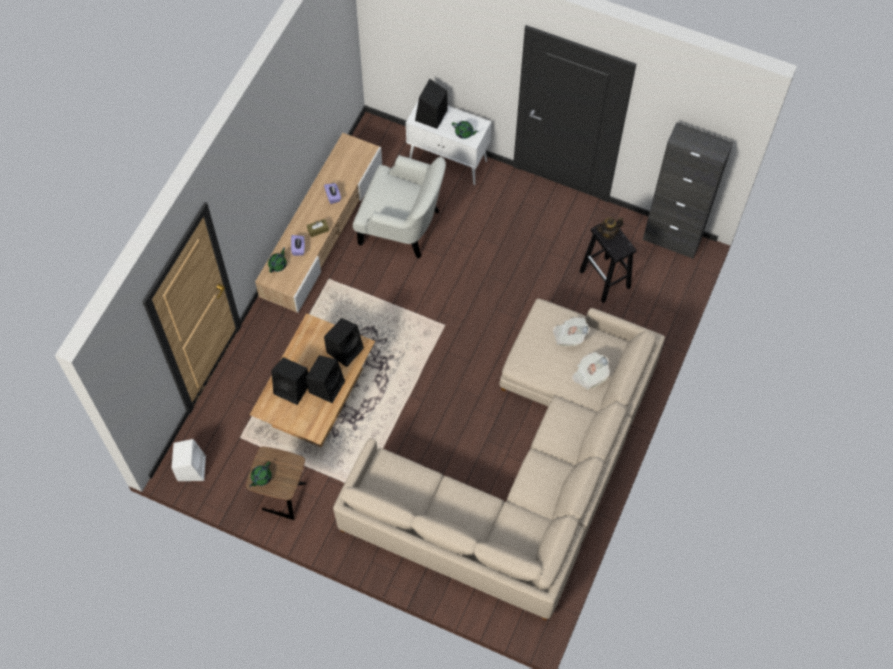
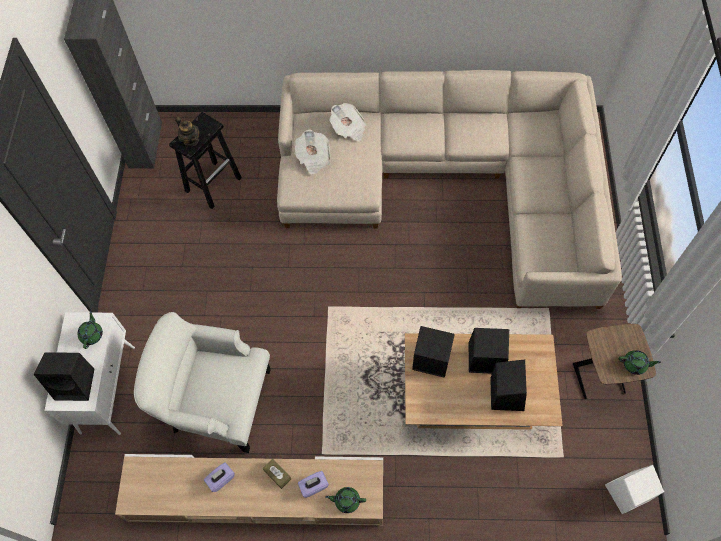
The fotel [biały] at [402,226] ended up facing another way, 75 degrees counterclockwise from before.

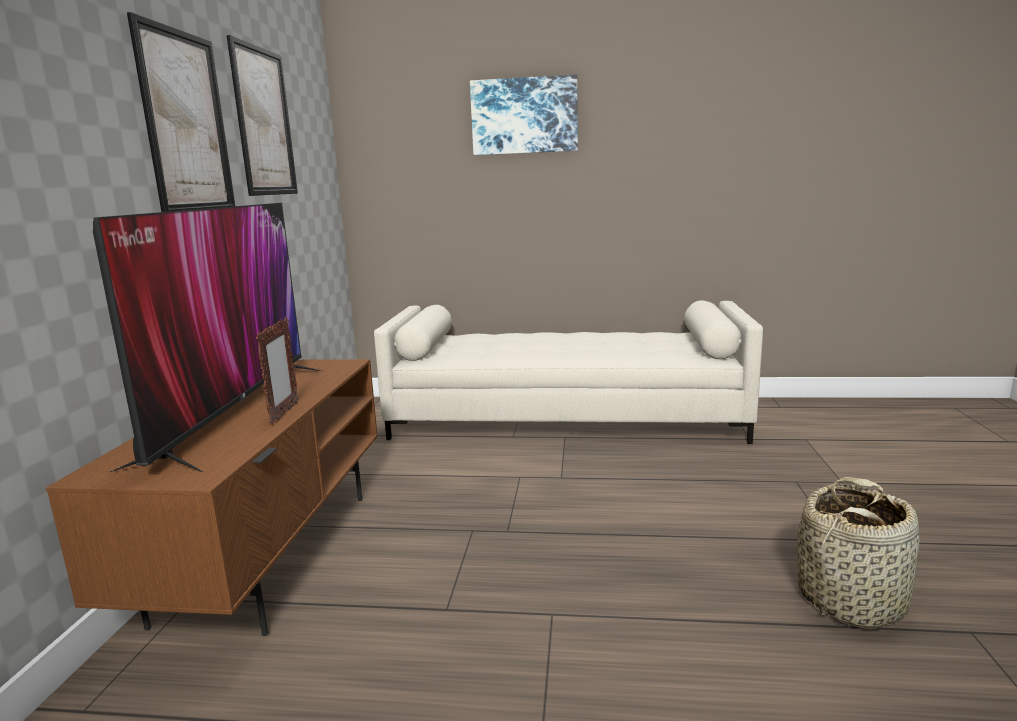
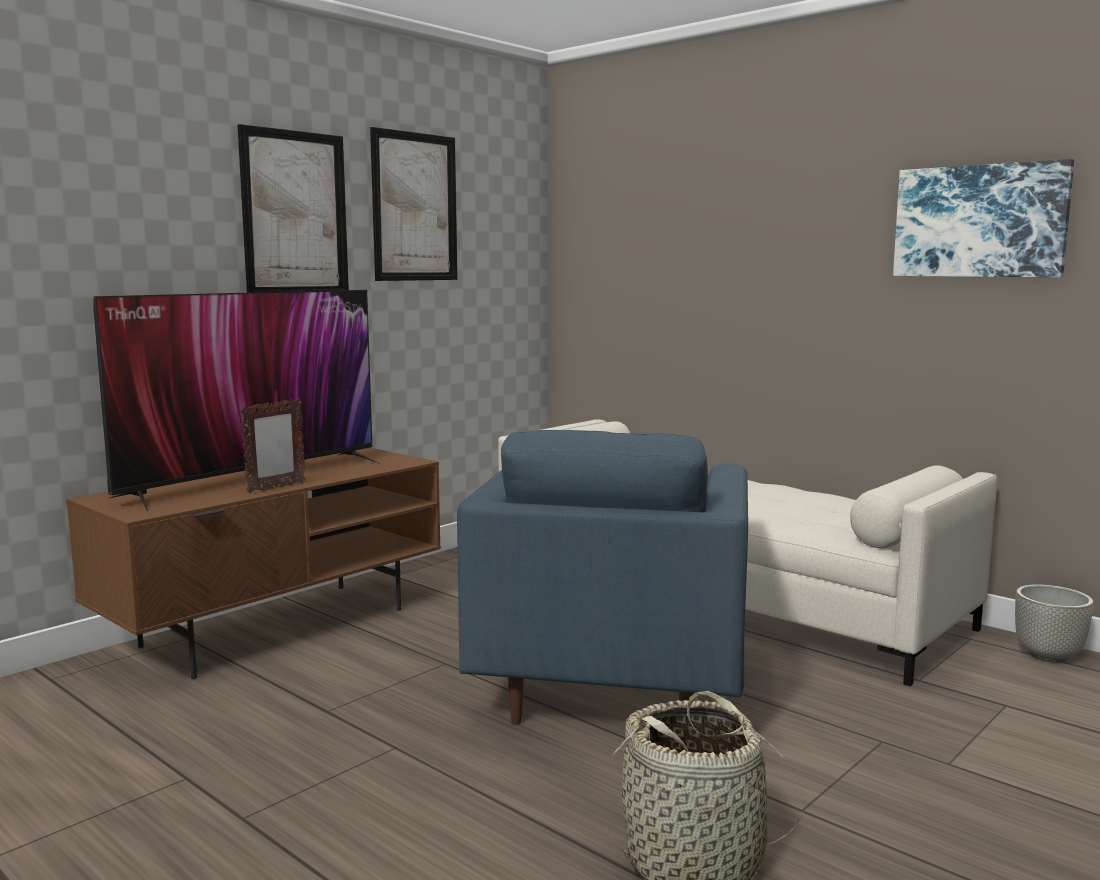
The second view gained the fotel [niebieski] at [612,686].
The second view gained the donica [szary] at [1049,656].
The obraz ended up elsewhere, having gone from [524,116] to [980,221].

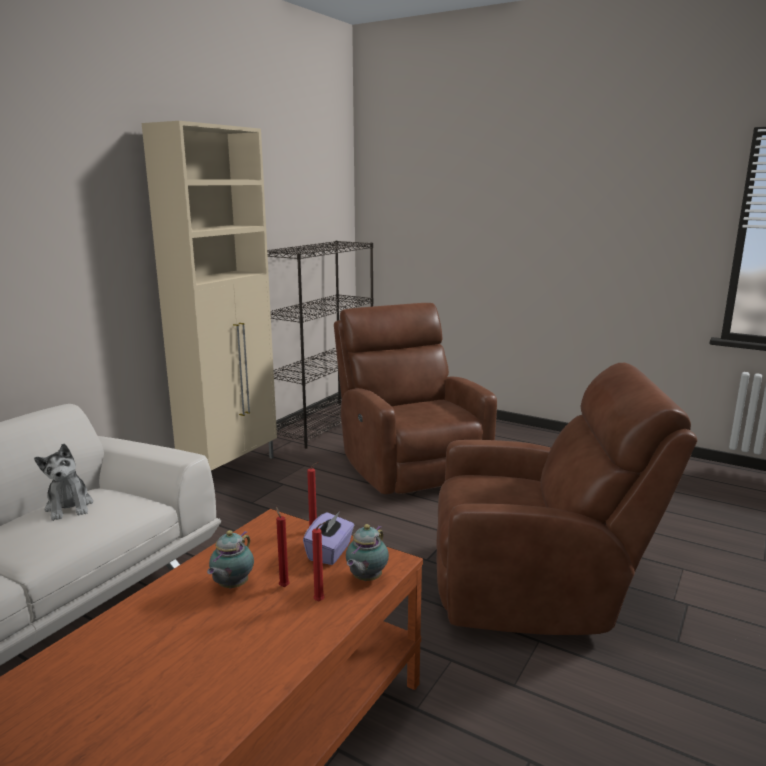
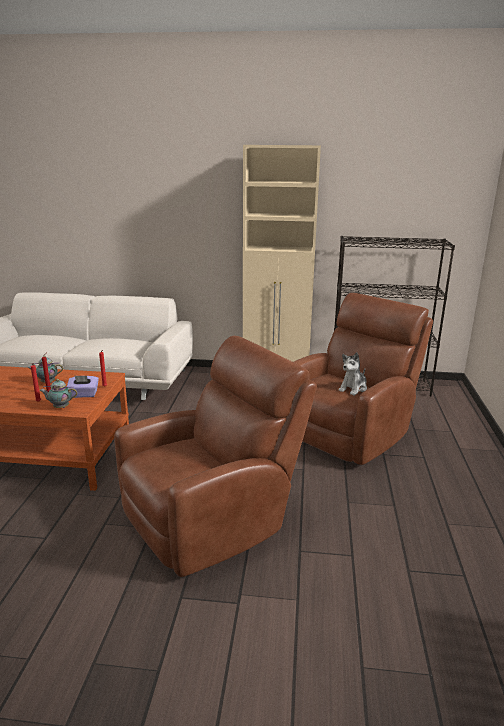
The pluszak ended up elsewhere, having gone from [69,507] to [353,388].
The fotel [brązowy] at [537,589] ended up facing another way, 105 degrees counterclockwise from before.

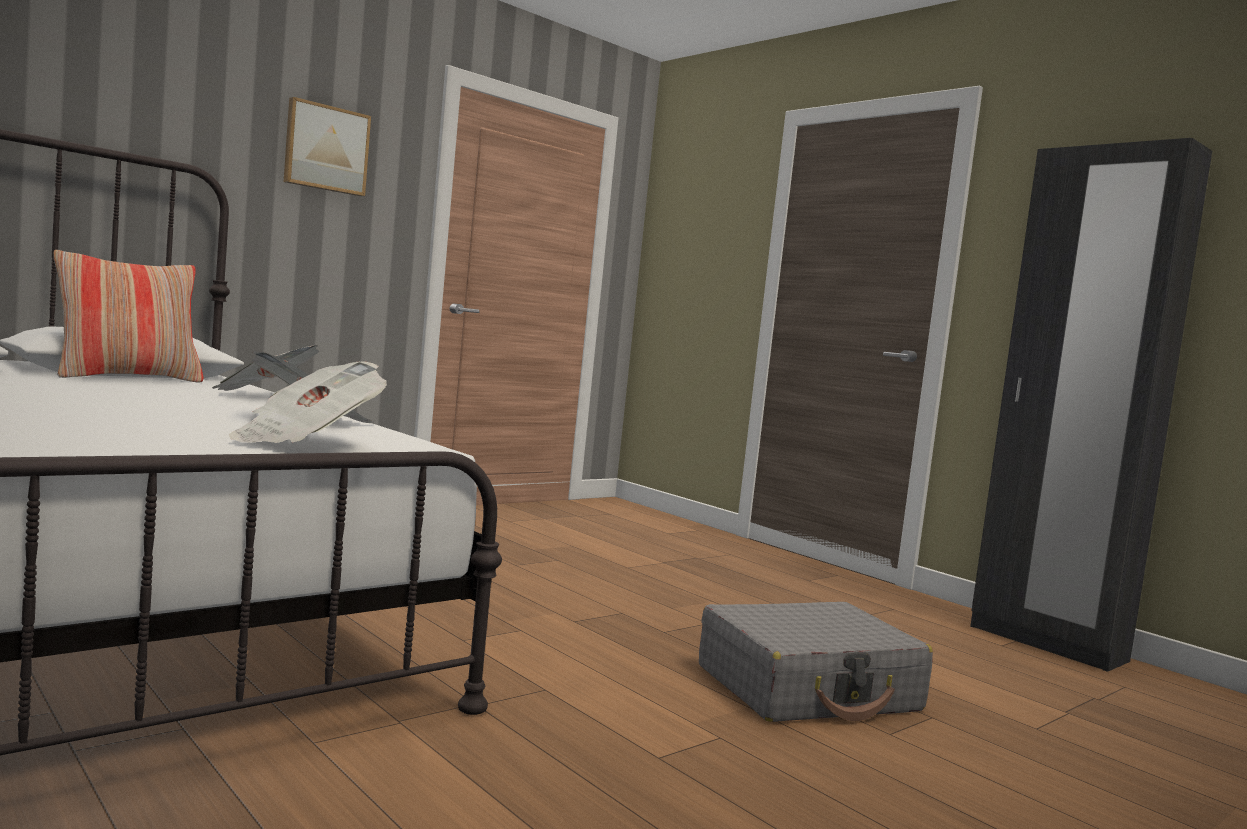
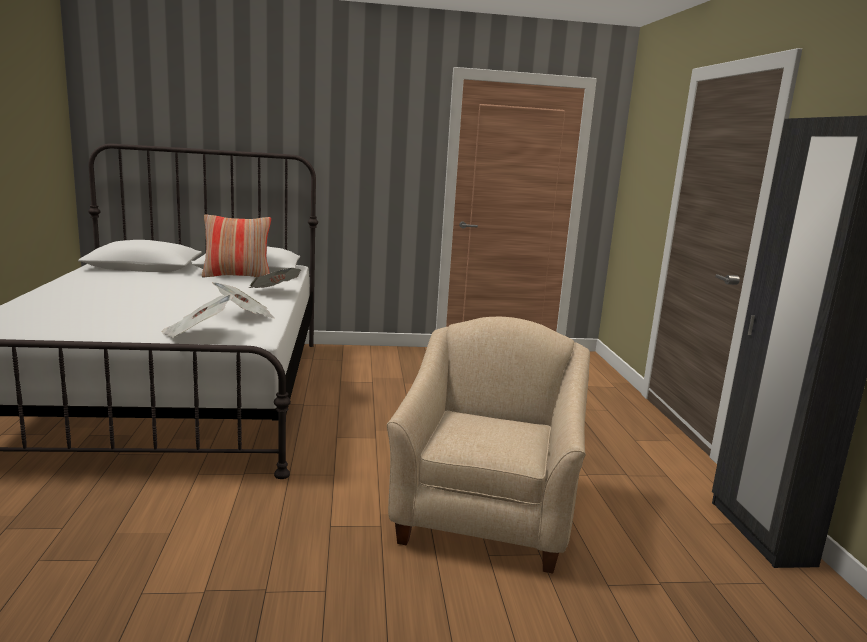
The second view lost the obraz at [326,148].
Where the walizka [szary] stood at [808,689], the fotel [beżowy] came to stand at [486,514].

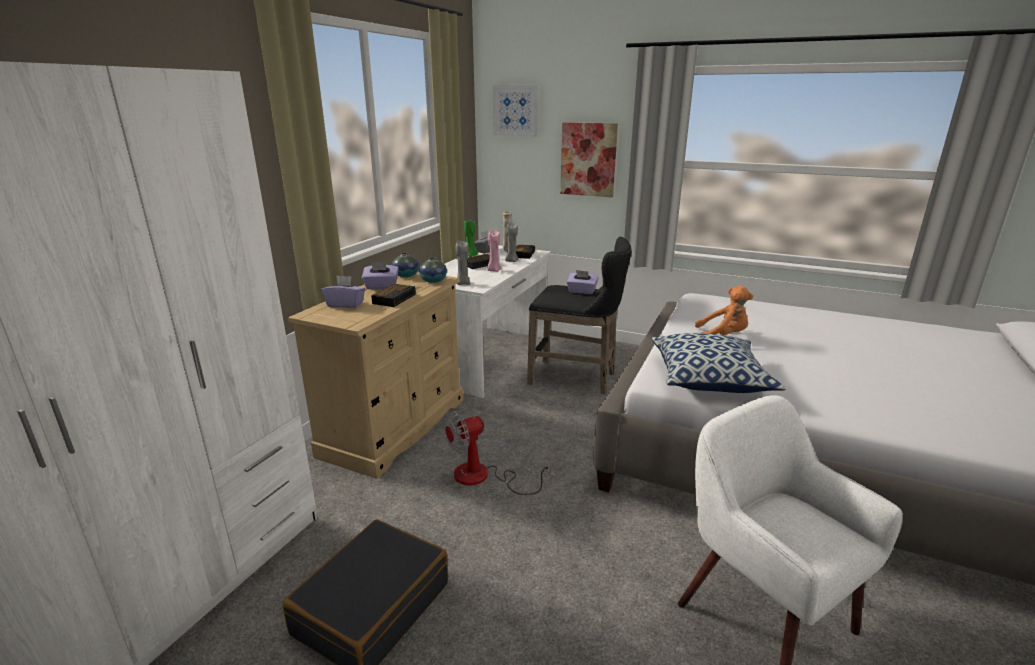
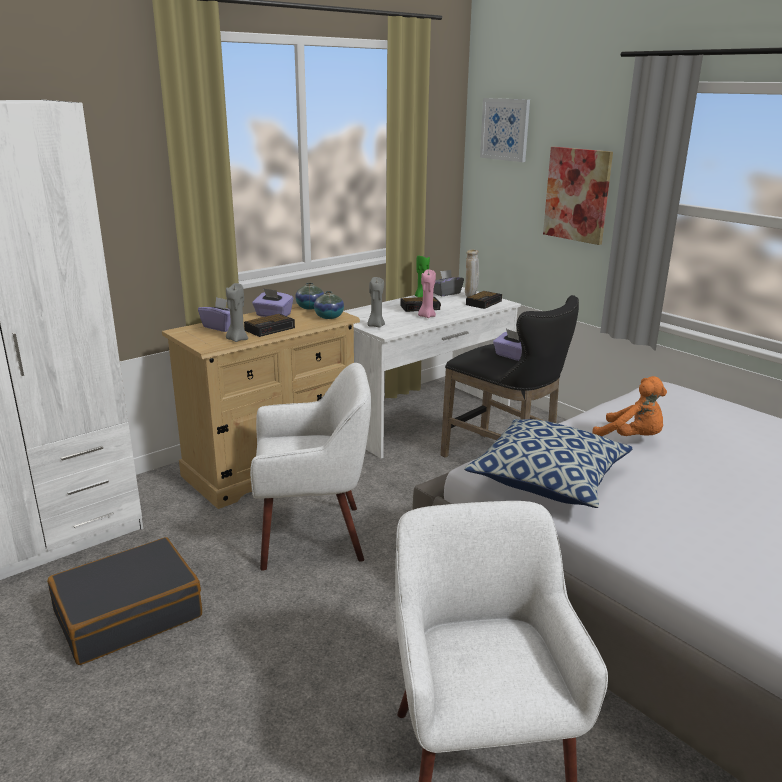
The świeca [szary] ended up elsewhere, having gone from [511,261] to [237,339].
Where the wentylator stood at [483,477], the fotel [biały] came to stand at [313,535].

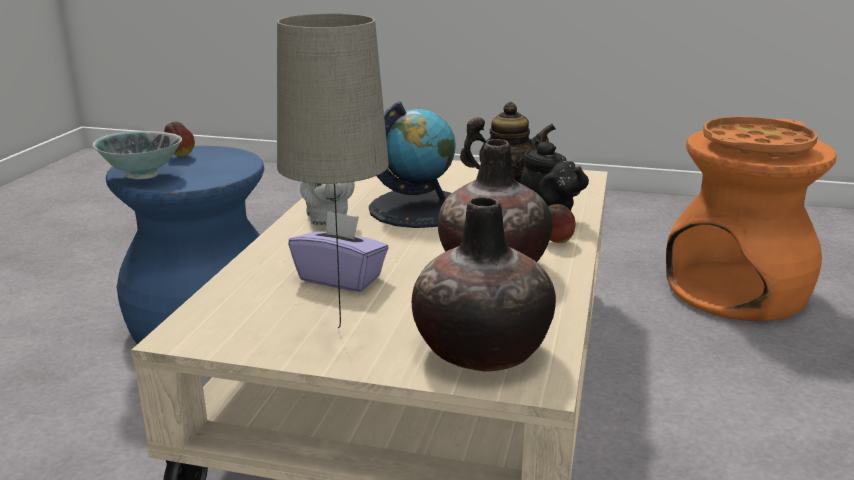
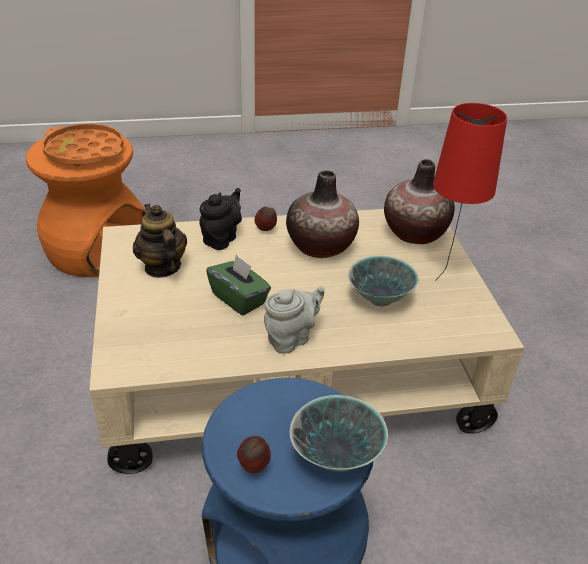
Where the pudełko chusteczek [fioletowy] stood at [341,278], the miska came to stand at [380,298].
Where the globus stood at [418,208], the pudełko chusteczek [zielony] came to stand at [239,299].
What was the lampa stołowa [beżowy] at [342,340] turned into the lampa stołowa [czerwony] at [445,275].

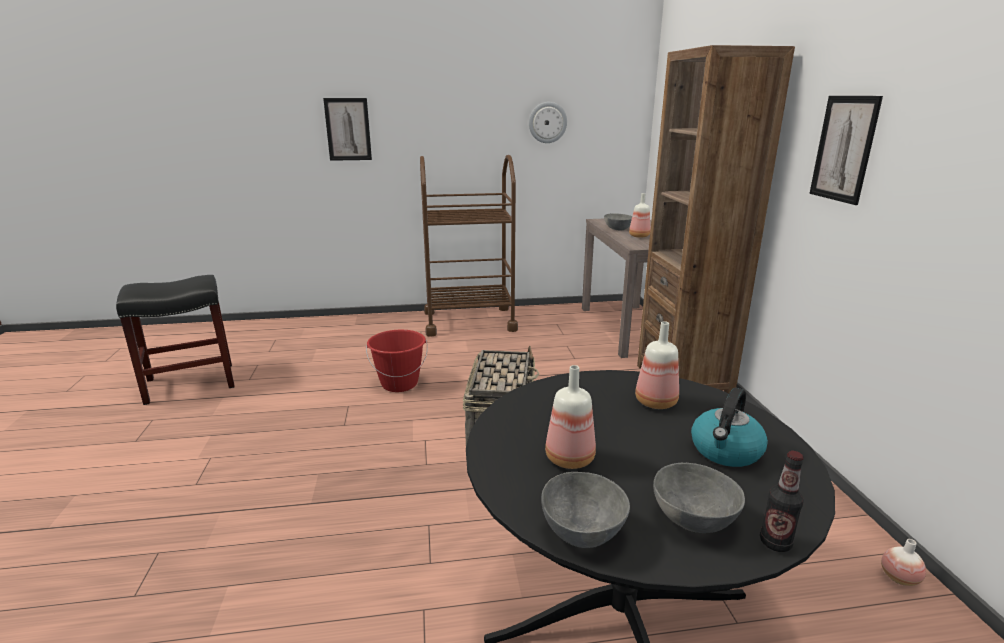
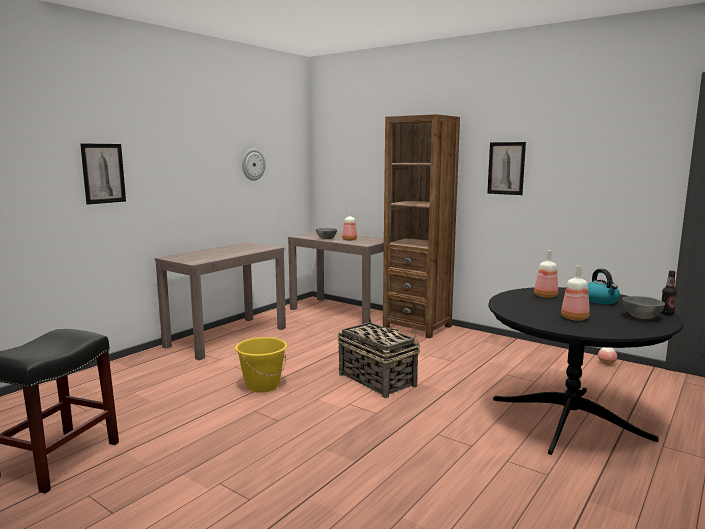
The second view lost the miska [szary] at [582,530].
Where the wózek [brązowy] stood at [469,321], the stolik konsolowy [brązowy] came to stand at [227,337].
What was the wiadro [czerwony] at [399,384] turned into the wiadro [żółty] at [262,386].

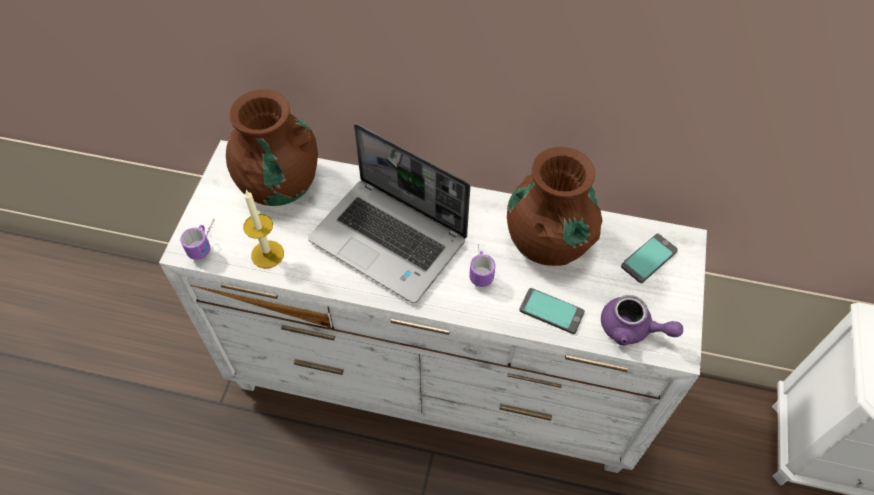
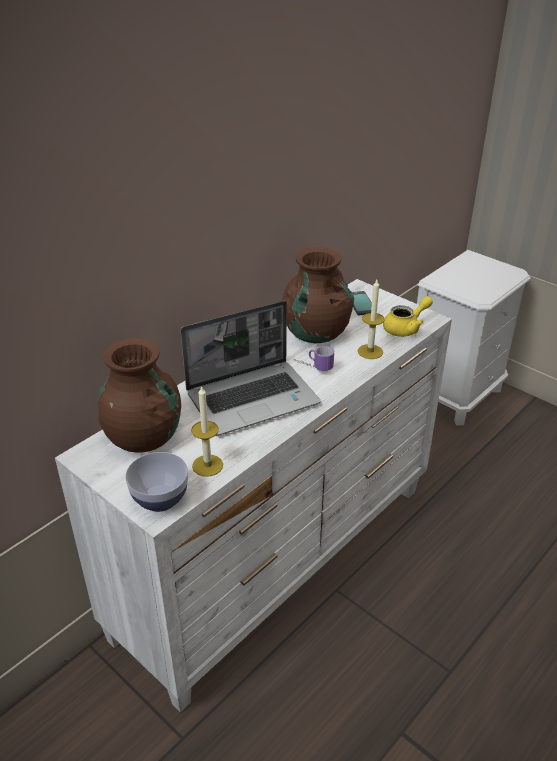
Where the kubek stood at [205,242], the miska came to stand at [160,499].
Where the telefon stood at [551,311], the świeca came to stand at [370,351].
What was the imbryk [fioletowy] at [632,329] turned into the imbryk [żółty] at [406,328].

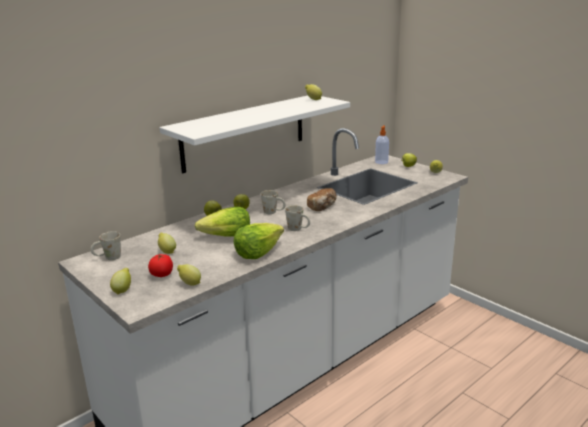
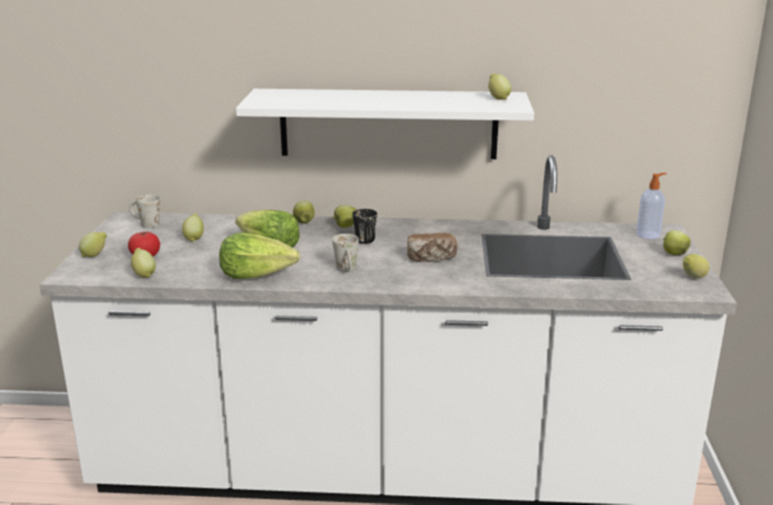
What was the kubek [biały] at [274,212] turned into the kubek [czarny] at [367,242].

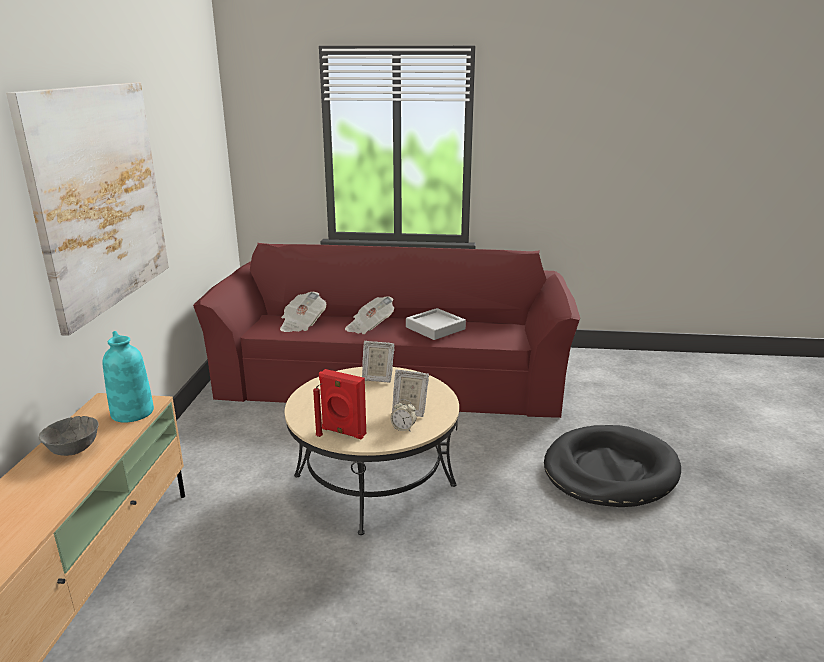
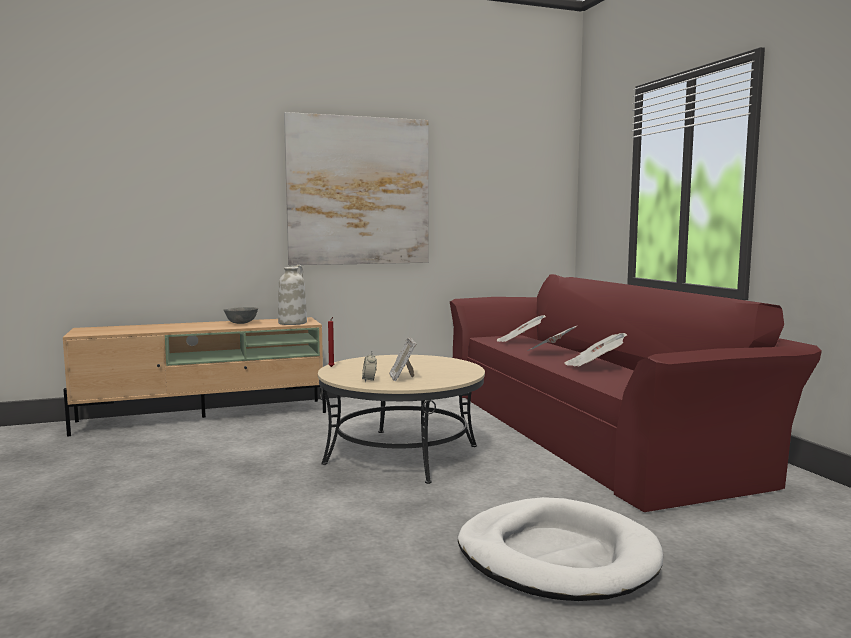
The second view lost the głośnik [czerwony] at [343,432].
The second view lost the ramka na zdjęcie at [377,378].
Where the taca [szary] stood at [435,328], the gazeta came to stand at [594,366].
What was the wazon [turkusowy] at [131,412] turned into the wazon [biały] at [292,323].
What was the legowisko [czarny] at [609,471] turned into the legowisko [biały] at [557,556].

